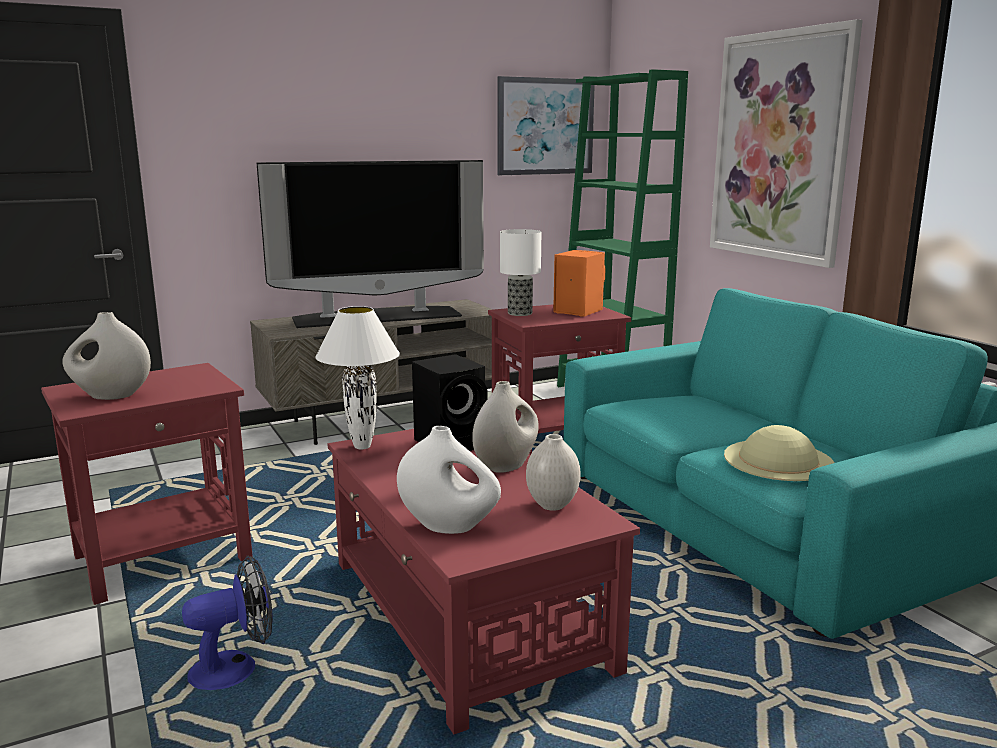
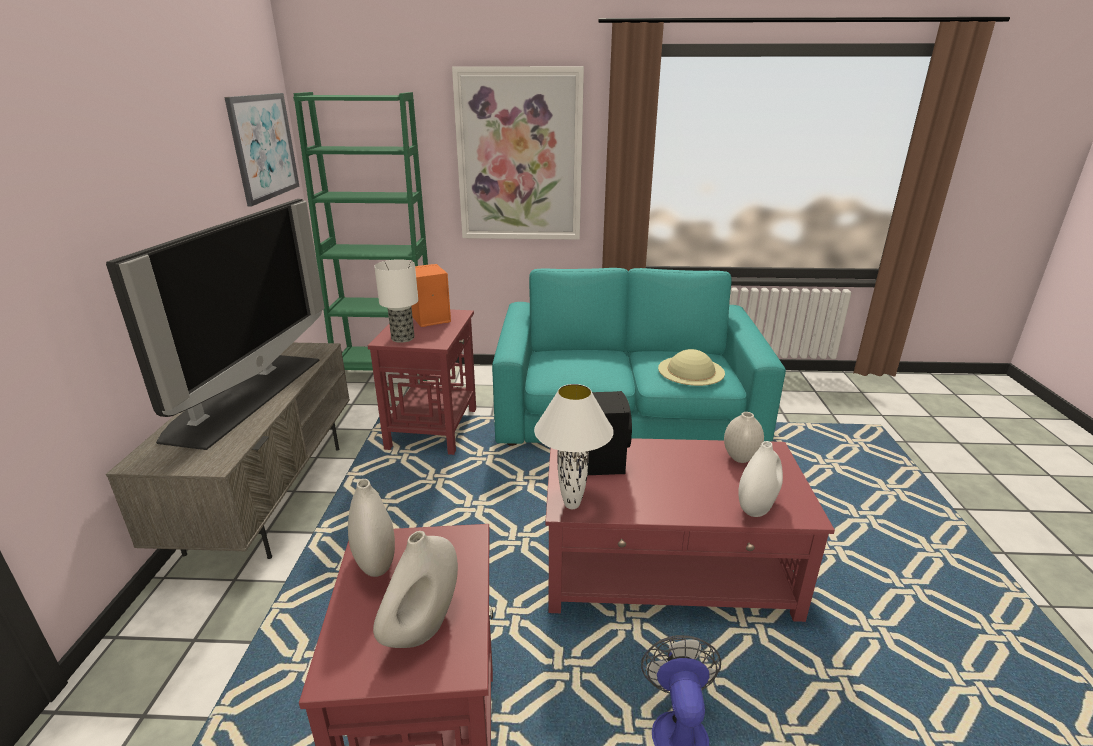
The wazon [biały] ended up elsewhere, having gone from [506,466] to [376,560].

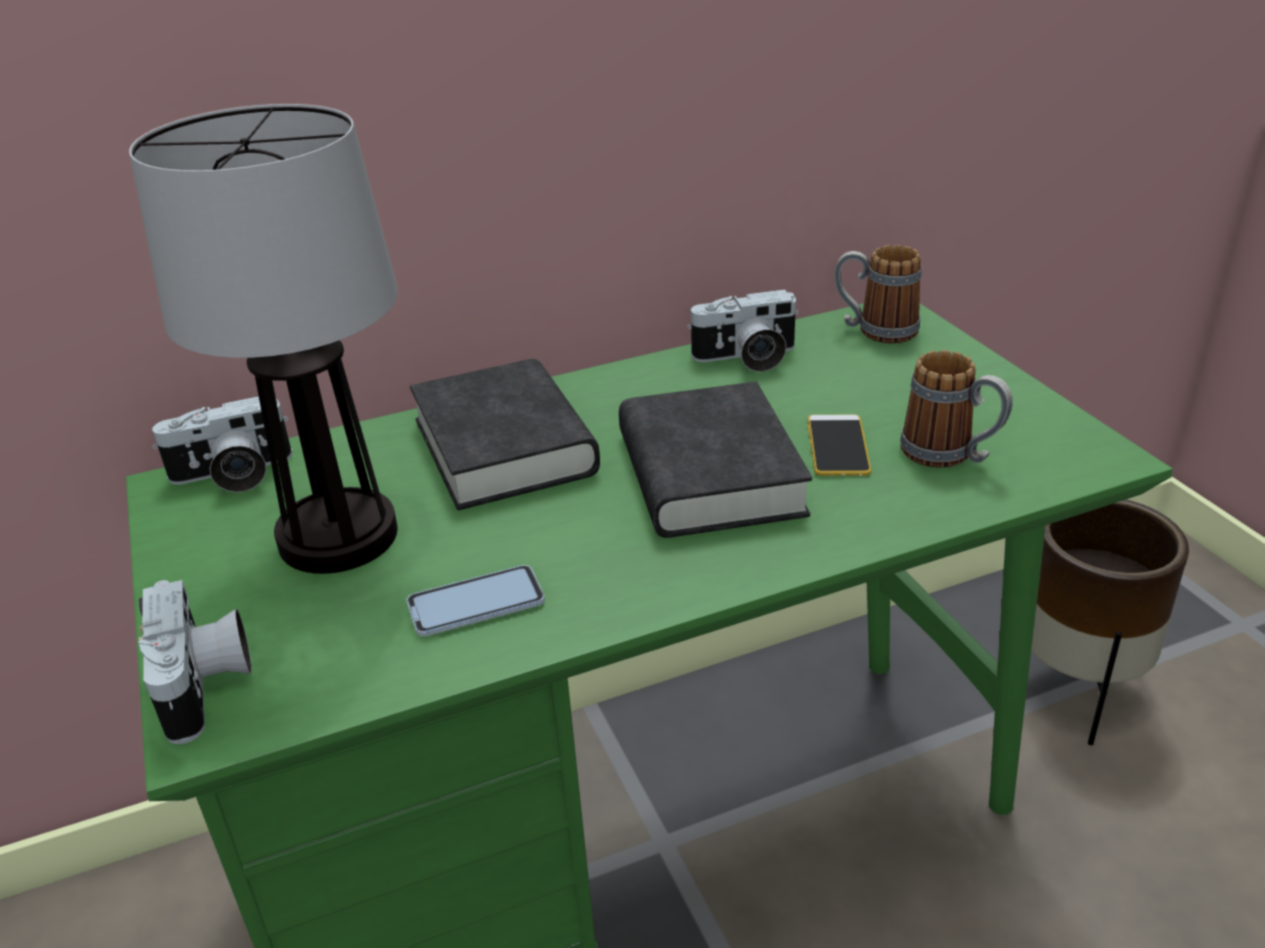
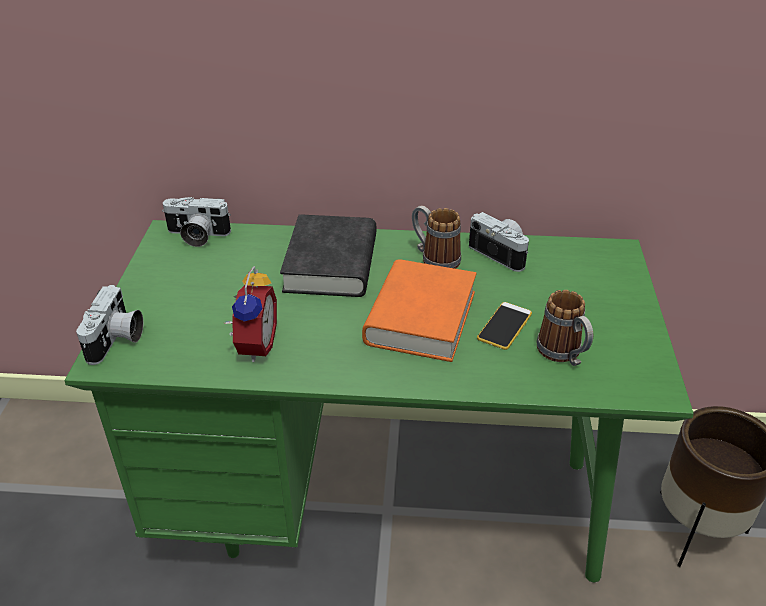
The second view lost the lampa stołowa at [339,535].
The kubek ended up elsewhere, having gone from [875,330] to [434,258].
Where the telefon stood at [476,603], the budzik came to stand at [253,346].
What was the książka [czarny] at [709,474] turned into the książka [pomarańczowy] at [420,318].
The aparat fotograficzny at [746,358] ended up facing another way, 150 degrees counterclockwise from before.

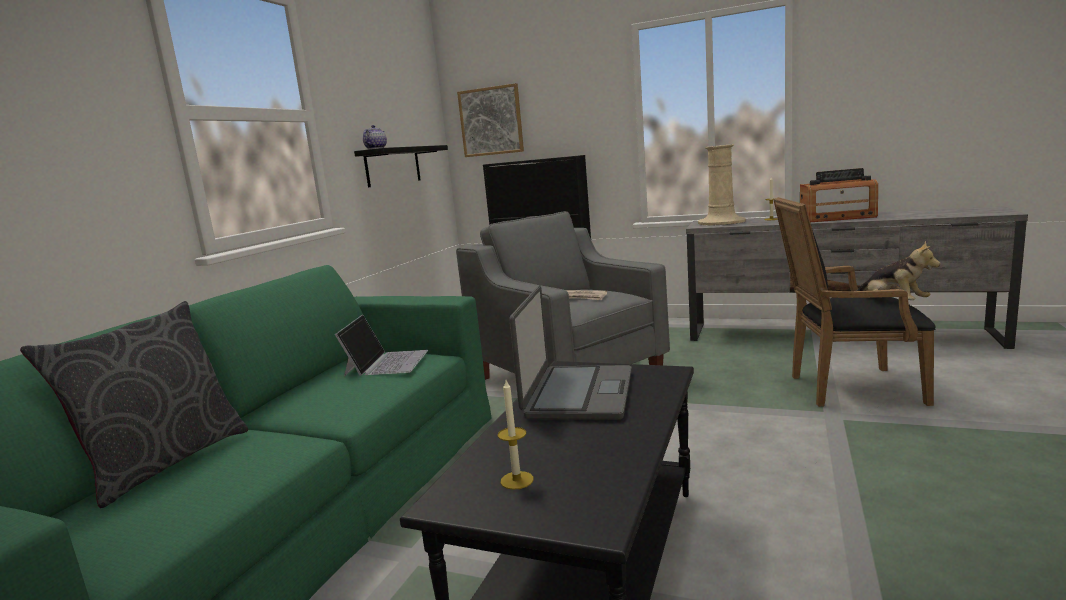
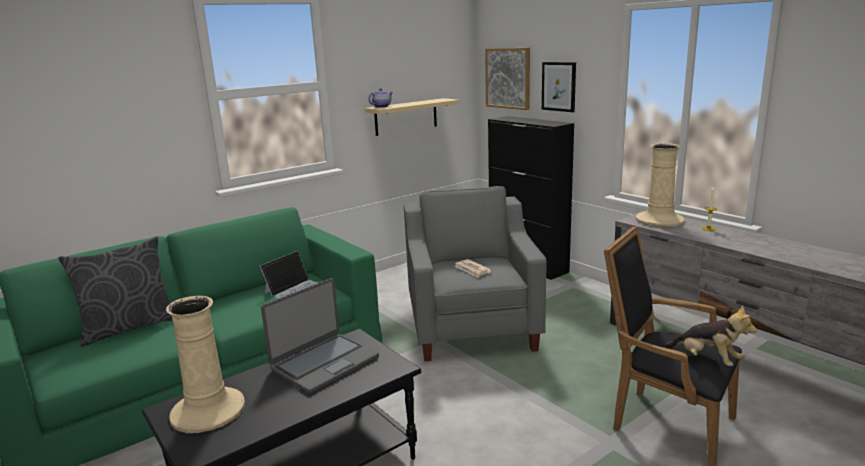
The second view lost the radio at [837,218].
The second view gained the obraz at [559,86].
Where the świeca stood at [517,480], the wazon [beżowy] came to stand at [207,411].
What was the półka [czarny] at [393,166] turned into the półka [beżowy] at [406,117].
The pluszak at [892,302] ended up facing another way, 45 degrees counterclockwise from before.

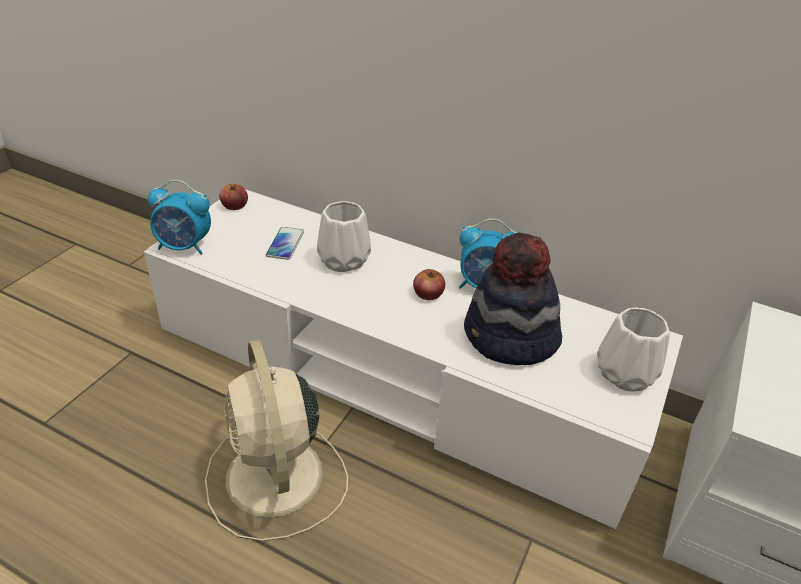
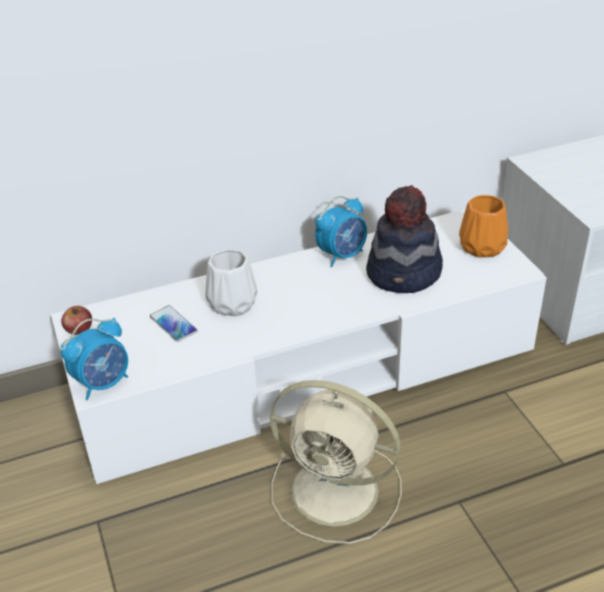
The second view lost the jabłko at [428,293].
What was the wazon [biały] at [626,374] turned into the wazon [pomarańczowy] at [483,247].

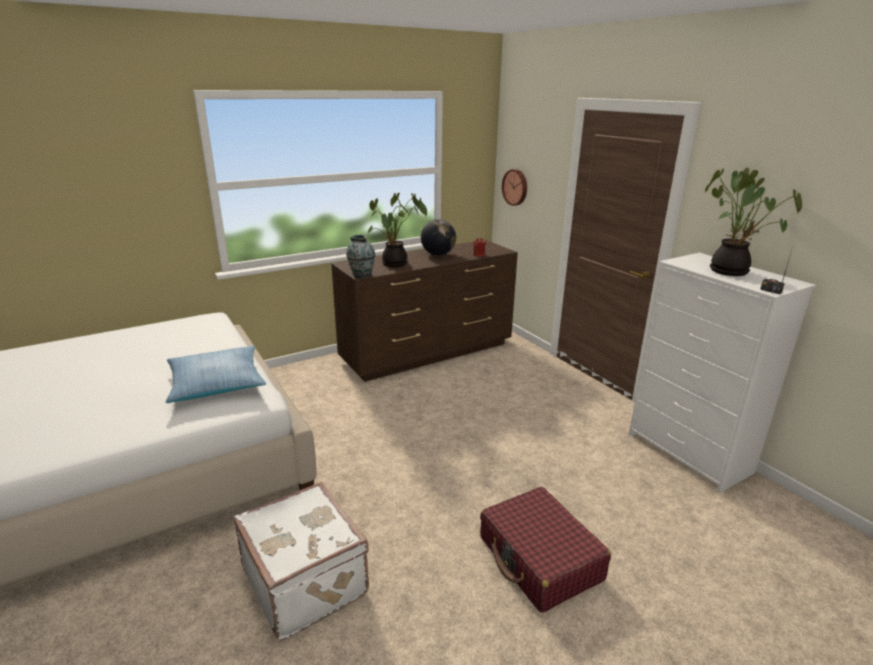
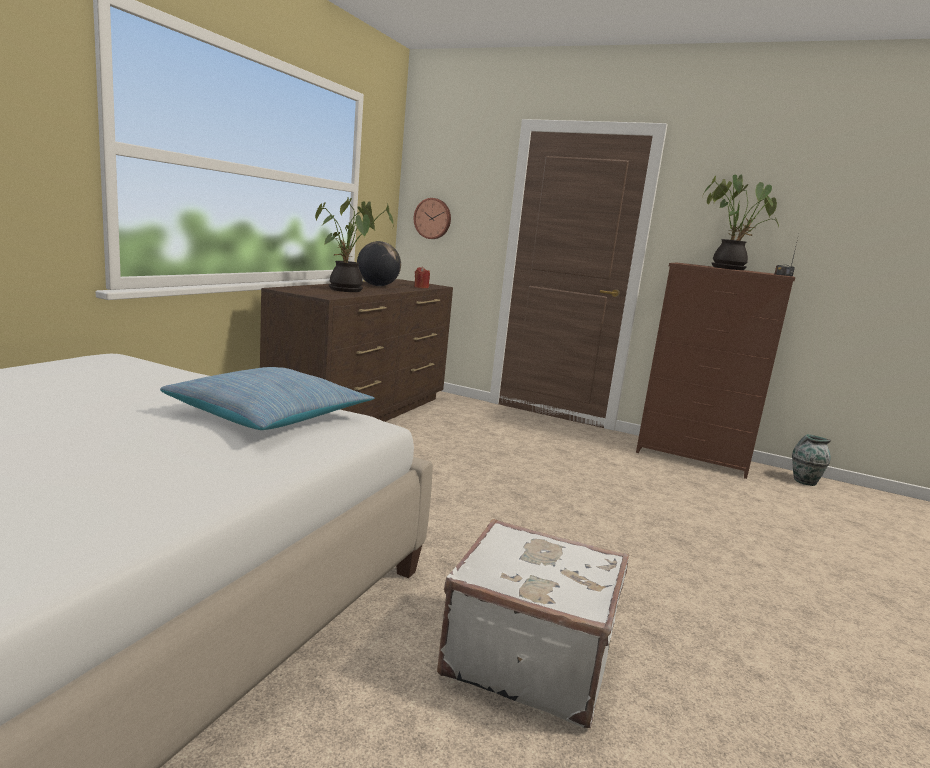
The second view lost the walizka [czerwony] at [540,559].
The wazon ended up elsewhere, having gone from [361,275] to [804,481].
What was the komoda [biały] at [689,454] turned into the komoda [brązowy] at [693,457].

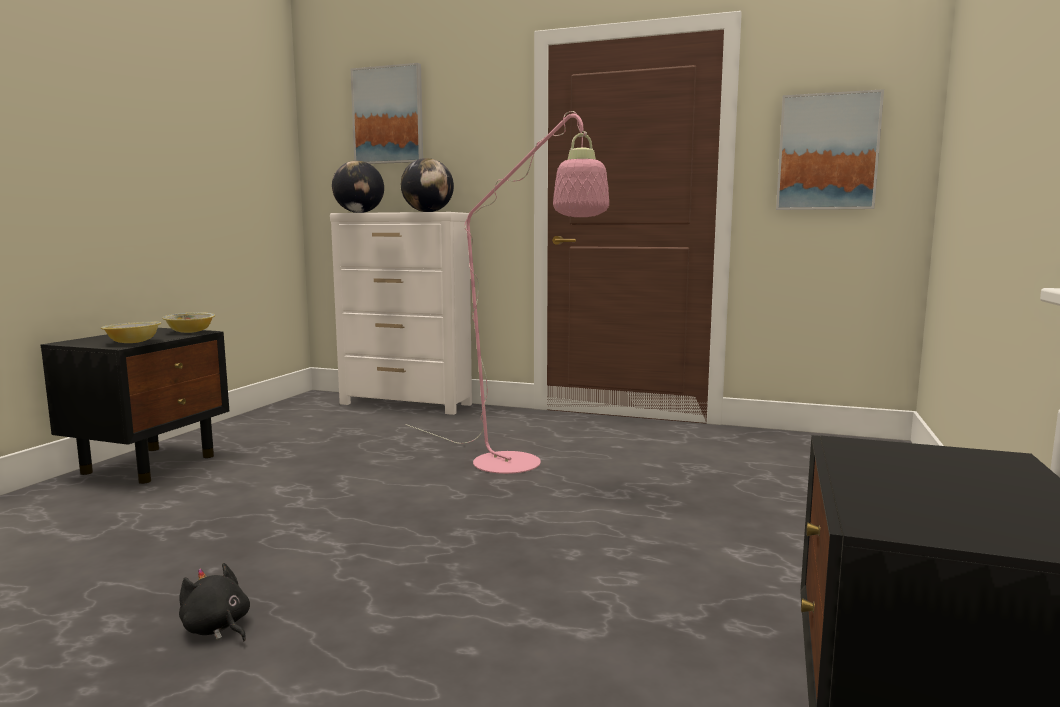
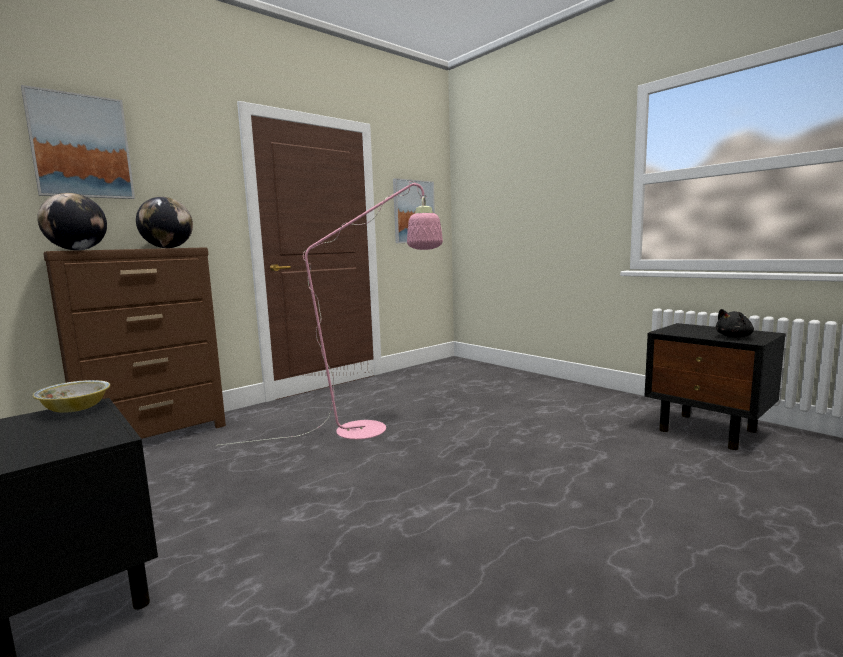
The second view lost the miska at [133,342].
The pluszak [czarny] ended up elsewhere, having gone from [217,628] to [735,337].
What was the komoda [biały] at [406,404] turned into the komoda [brązowy] at [156,437].

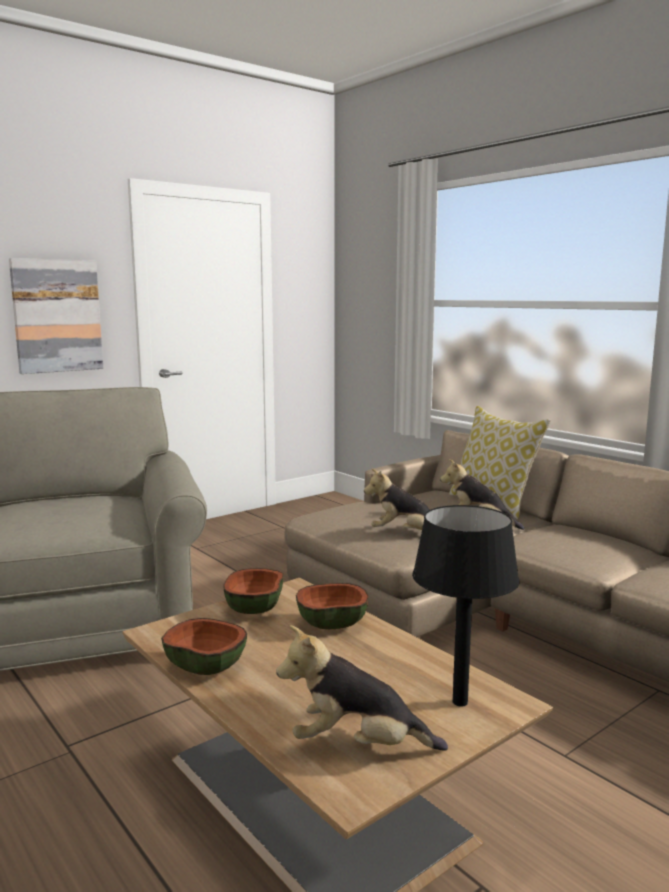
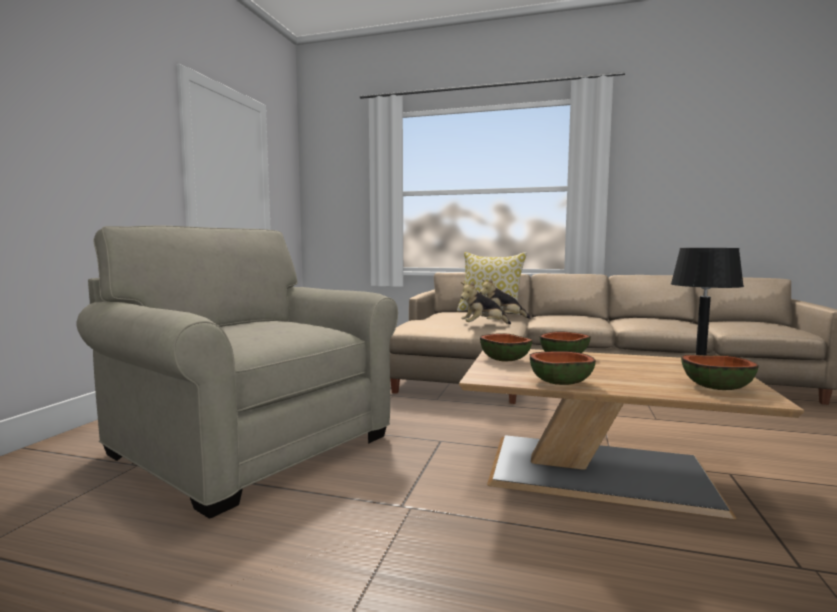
The second view lost the obraz at [57,316].
Where the pluszak stood at [358,746], the miska came to stand at [716,387].

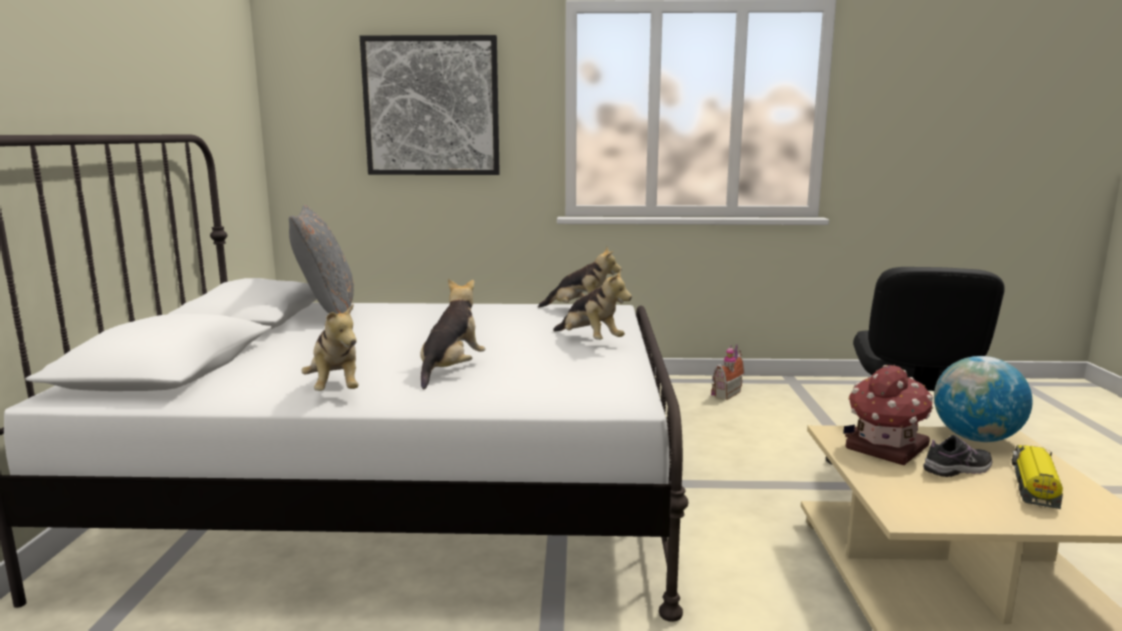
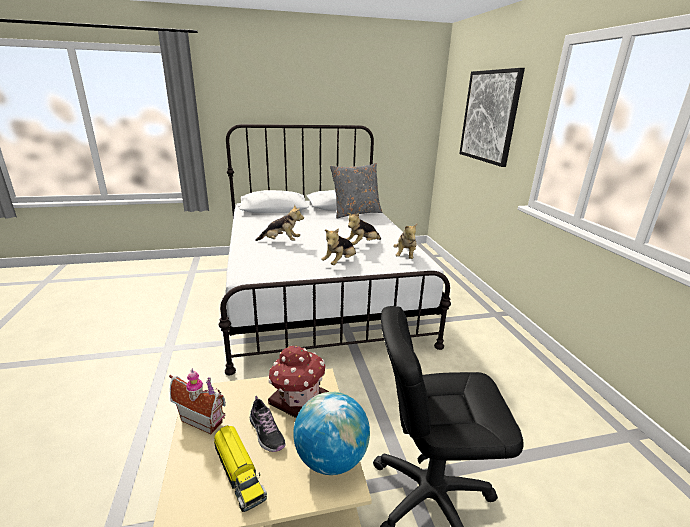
The pluszak ended up elsewhere, having gone from [335,389] to [362,244].
The domek ended up elsewhere, having gone from [724,394] to [204,418].
The ciężarówka zabawkowa at [1034,486] ended up facing another way, 45 degrees clockwise from before.

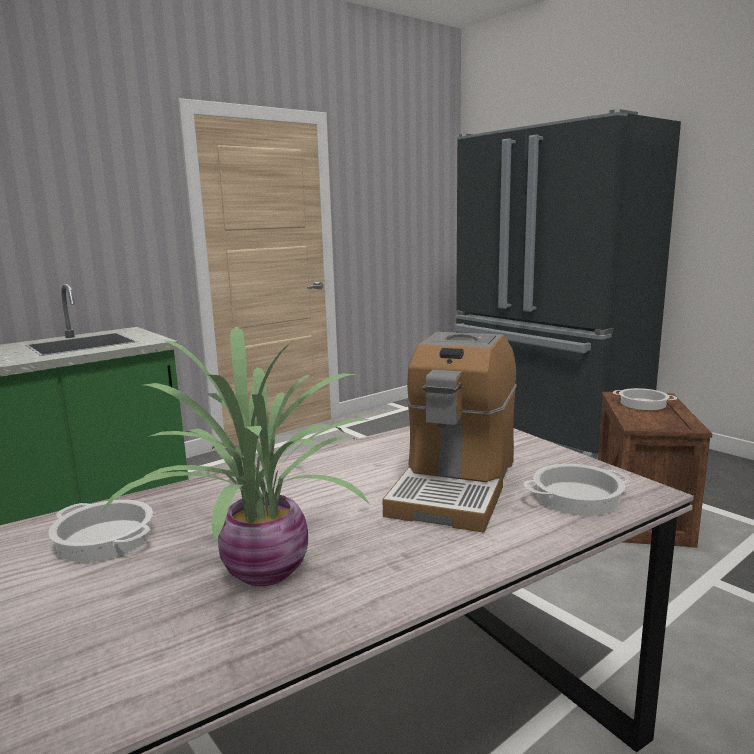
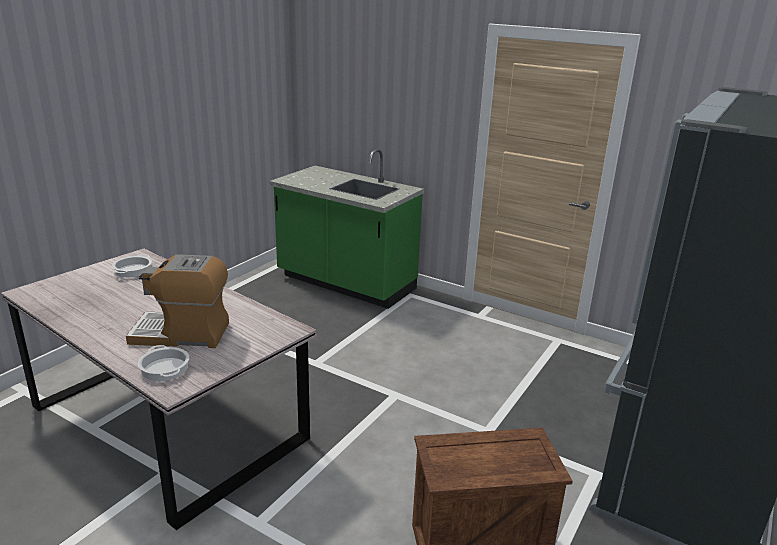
The second view lost the roślina doniczkowa at [265,568].
The second view lost the garnek at [642,404].

